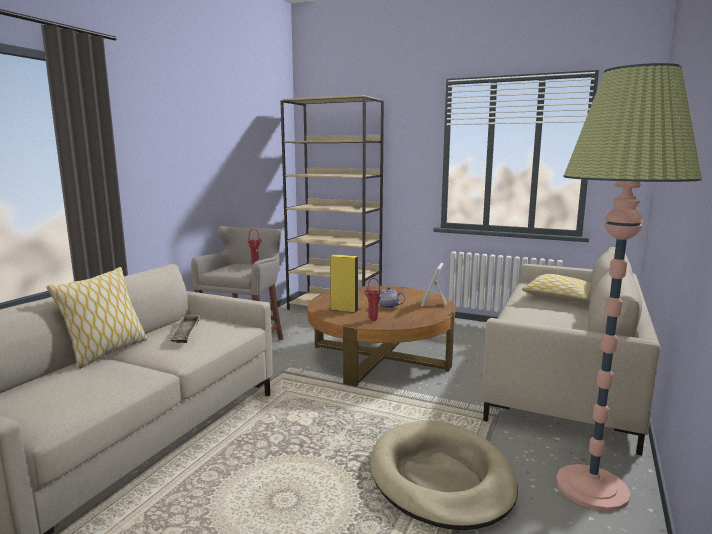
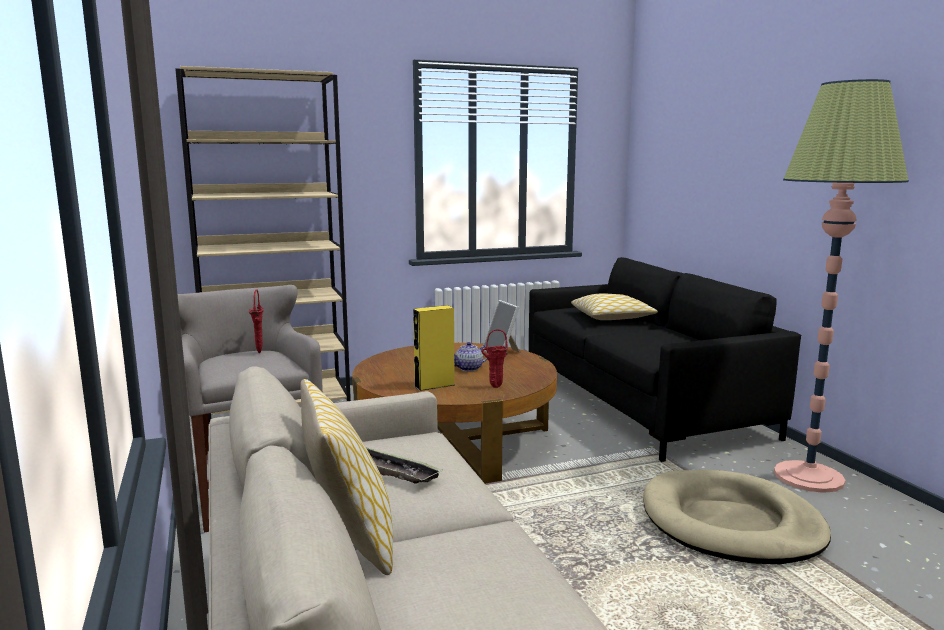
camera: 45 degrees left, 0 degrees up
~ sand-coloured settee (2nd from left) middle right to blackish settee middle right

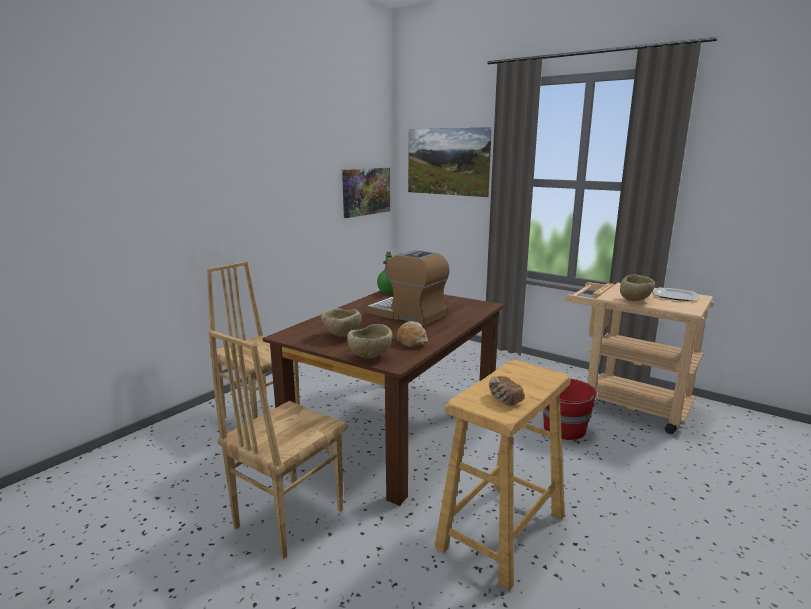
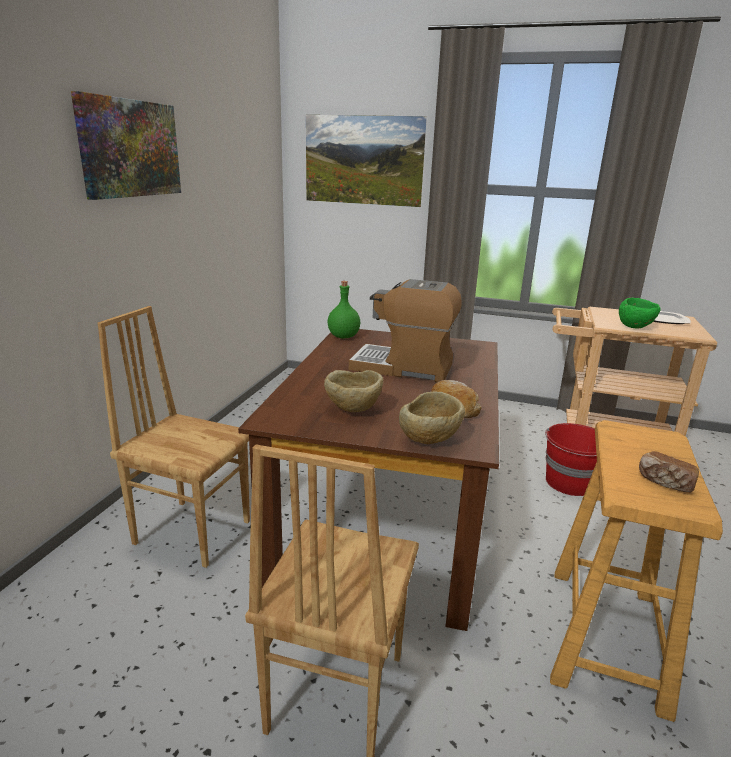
camera: 20 degrees left, 5 degrees up
~ wall art (1st from left) top centre to top left
~ sand-coloured bowl (3rd from left) middle right to green bowl middle right

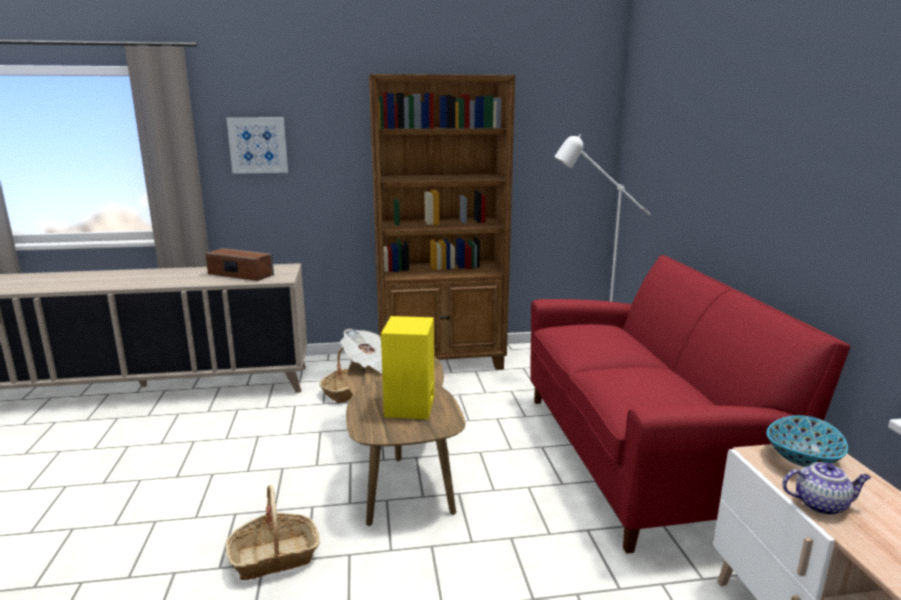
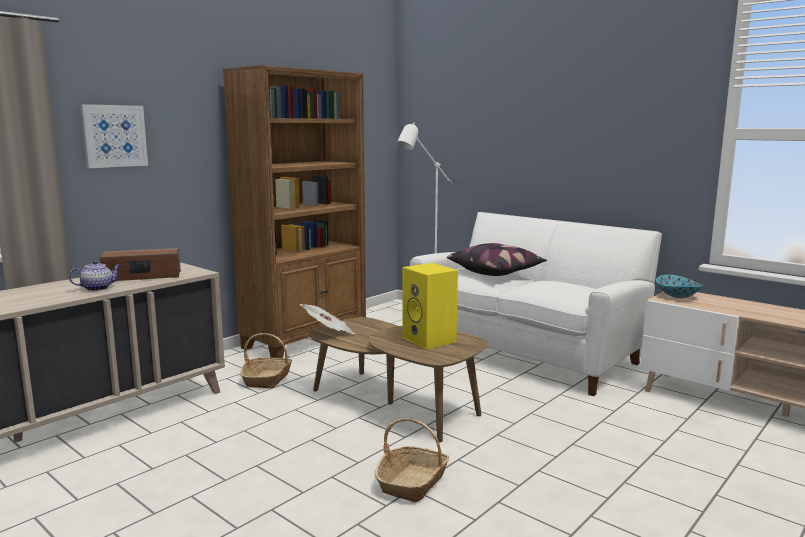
camera: 40 degrees left, 5 degrees down
~ red-coloured settee bottom right to whitish settee centre
~ teapot bottom right to middle left
+ throw pillow centre

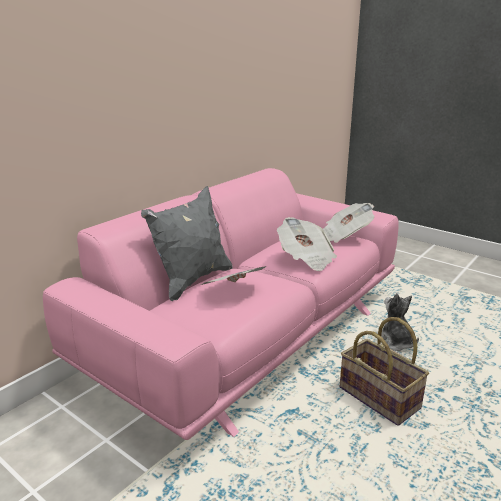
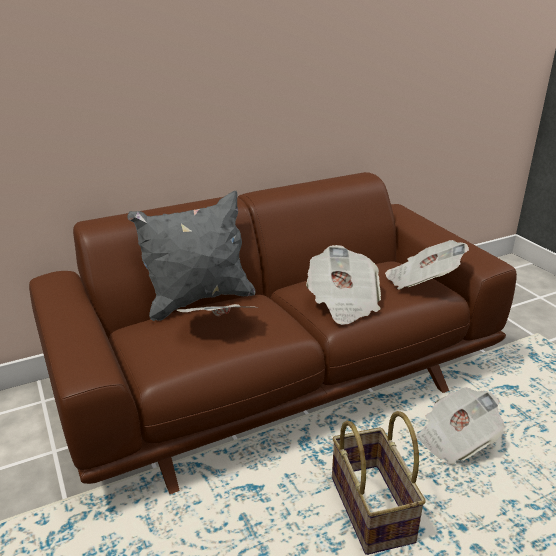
camera: 25 degrees right, 5 degrees up
~ pink settee centre to brown-coloured settee centre
~ plush toy middle right to daily paper (4th from left) bottom right

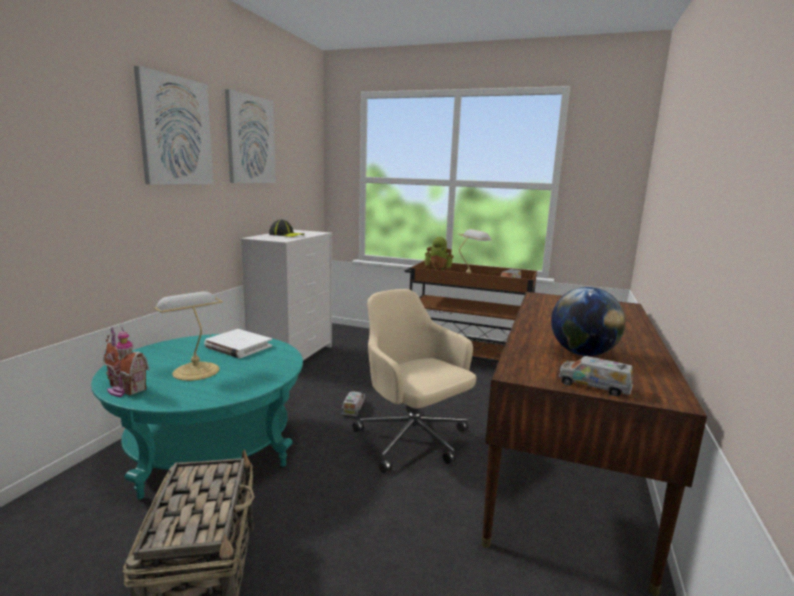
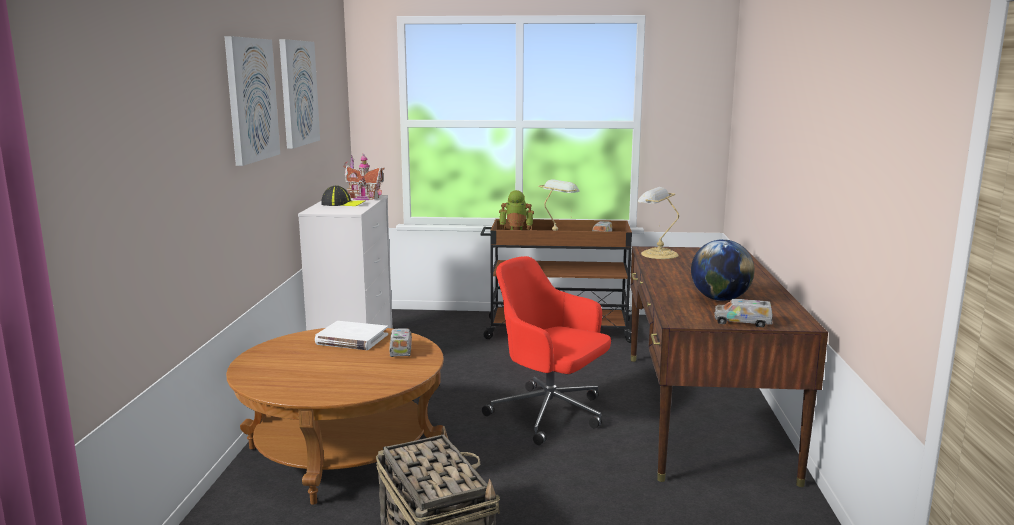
camera: 15 degrees left, 0 degrees up
~ sand-coloured office chair centre to red-coloured office chair bottom centre
~ lamp for a table (1st from left in the first image) middle left to lamp for a table (2nd from left) centre
~ miniature house middle left to centre
~ blue-green lounge table bottom left to brown-coloured lounge table bottom left
~ model truck (1st from left) bottom centre to centre

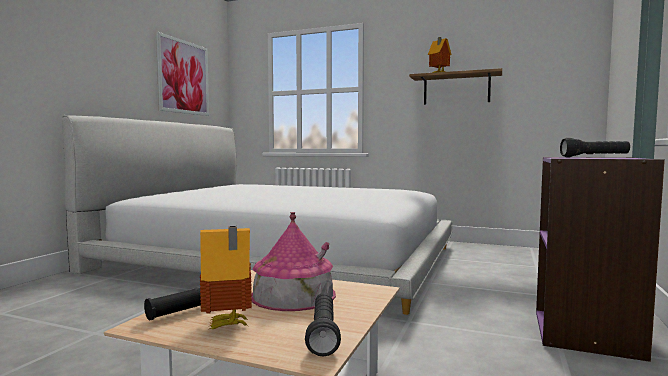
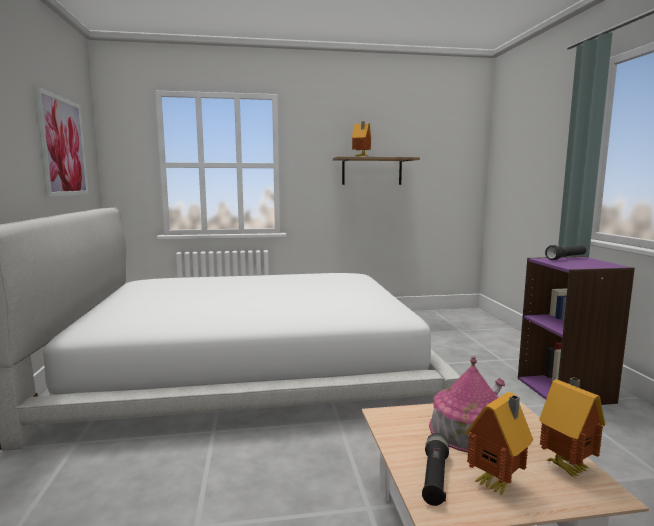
camera: 30 degrees left, 5 degrees up
~ blackish hand torch (2nd from left) bottom centre to miniature house (4th from left) bottom right

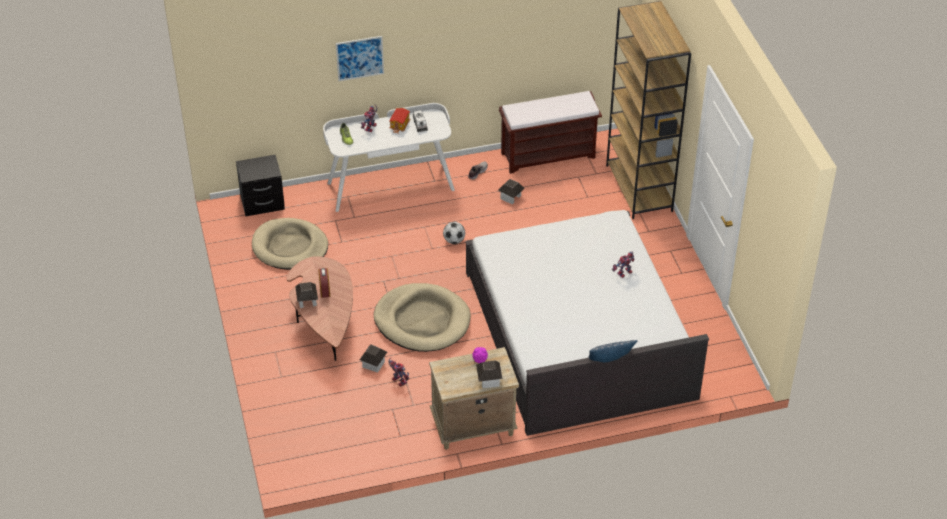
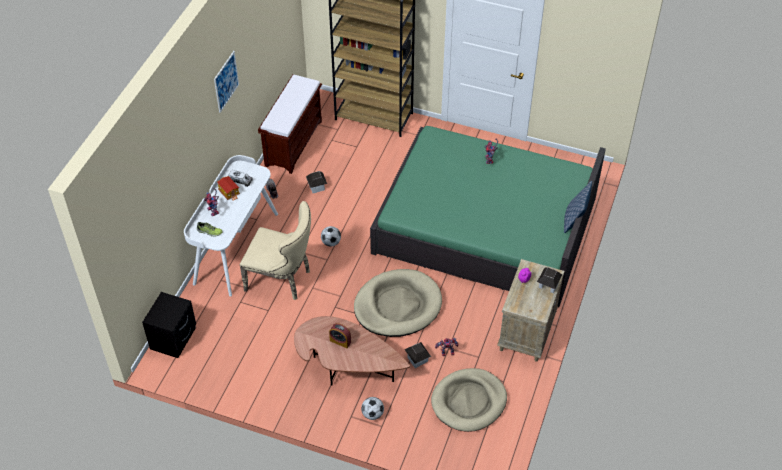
camera: 55 degrees left, 5 degrees up
~ wall art top centre to top left
~ whitish sleeping bed centre to green sleeping bed centre
~ sand-coloured pet bed (1st from left in the first image) middle left to sand-coloured pet bed (2nd from left) bottom centre
- miniature house (1st from left) middle left
+ sand-coloured plain chair centre
+ football ball (2nd from left) bottom centre

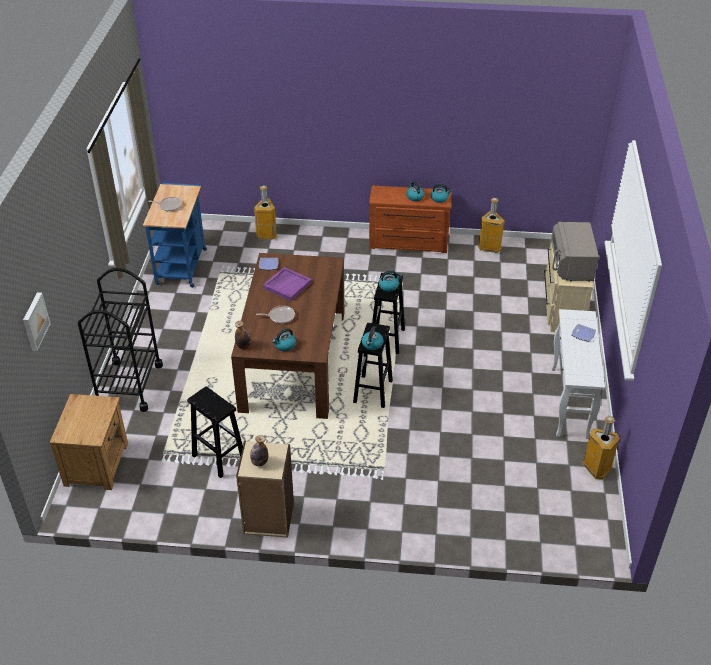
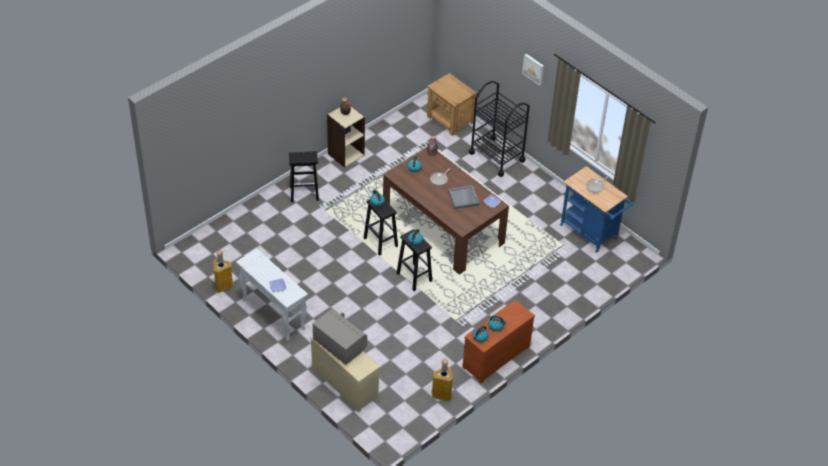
camera: 130 degrees right, 5 degrees up
- waste bin (1st from left) top centre
~ purplish carrying tray centre to grey carrying tray centre
~ wall art middle left to top centre
~ blackish stool (1st from left) middle left to centre

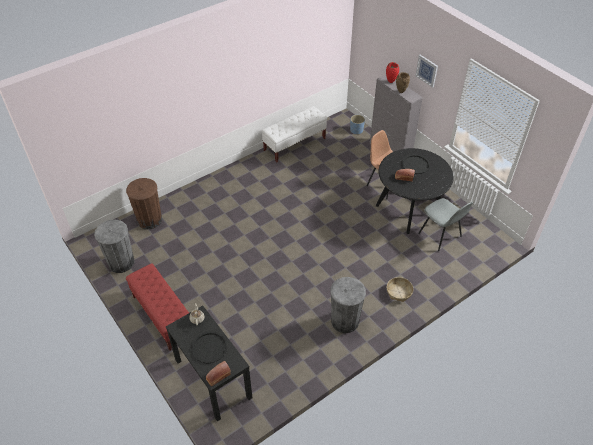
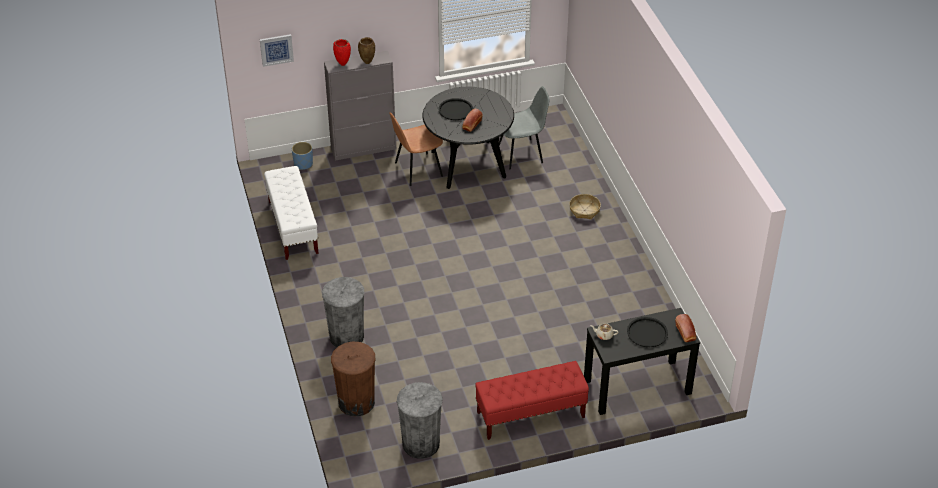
camera: 70 degrees left, 5 degrees down
~ wall art top right to top left
~ grey waste bin (2nd from left in the first image) bottom centre to grey waste bin (1st from left) centre

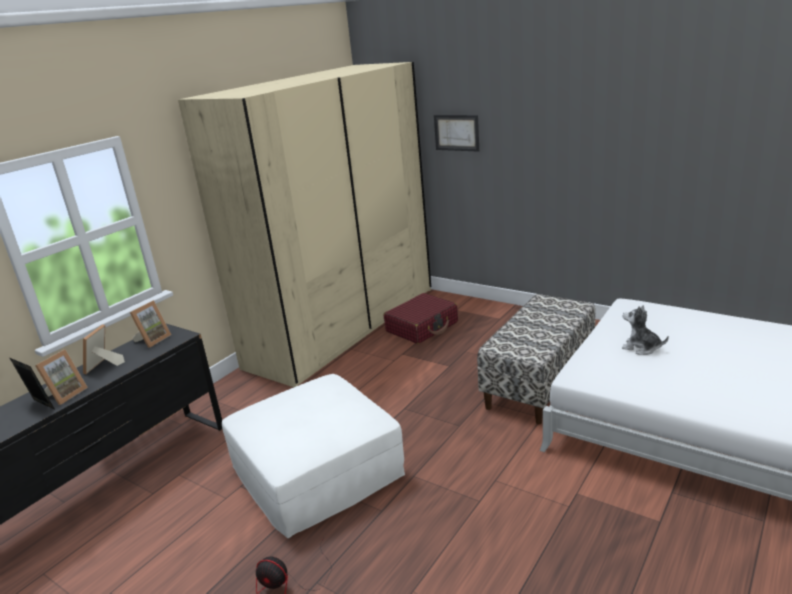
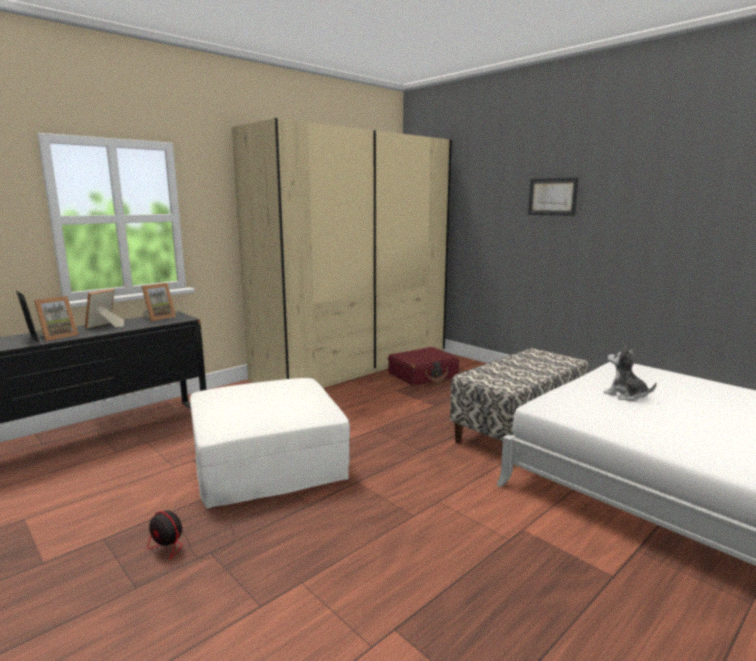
camera: 10 degrees right, 10 degrees down
~ wall art top centre to top right

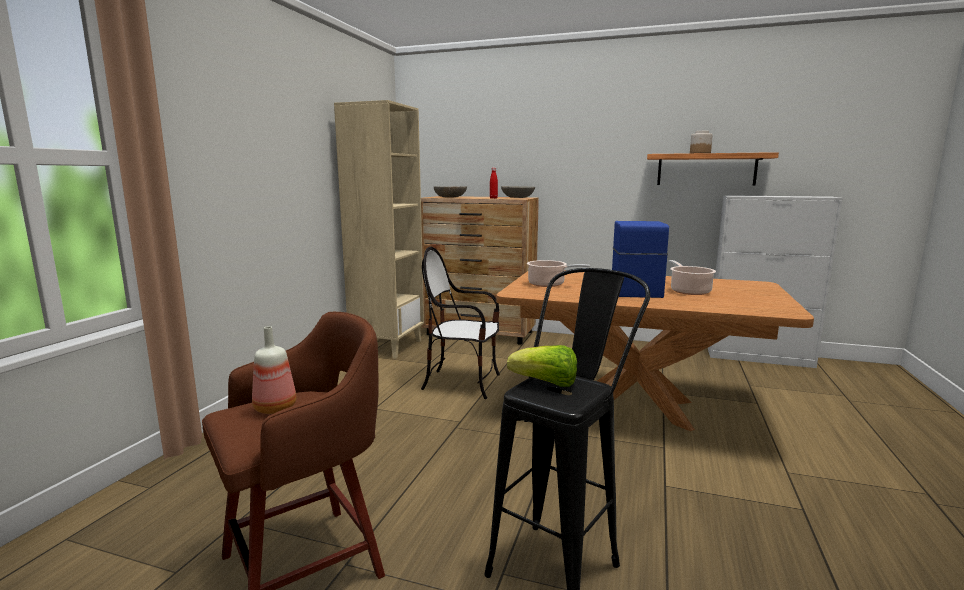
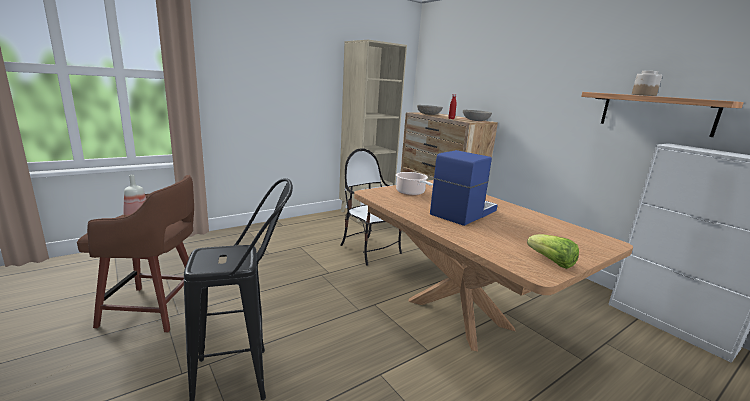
camera: 35 degrees right, 5 degrees up
- stockpot (2nd from left) middle right
~ lettuce centre to middle right

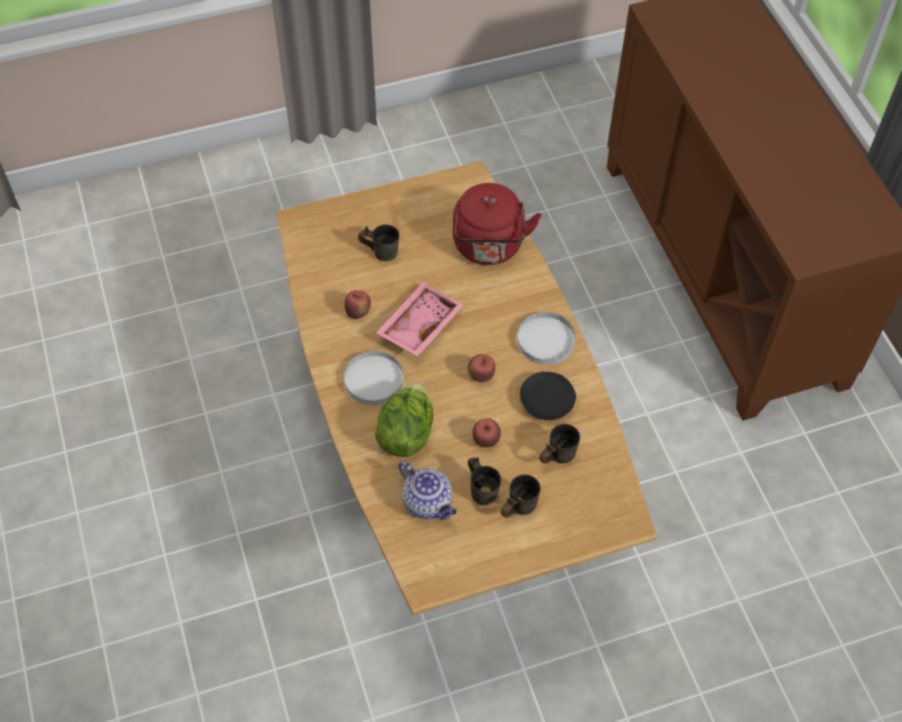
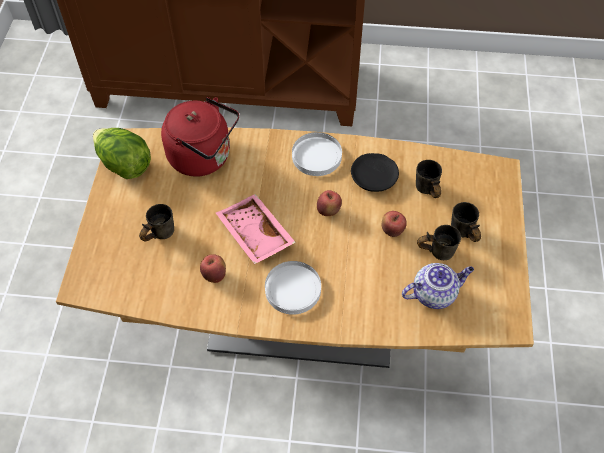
camera: 65 degrees left, 0 degrees up
~ lettuce centre to middle left

